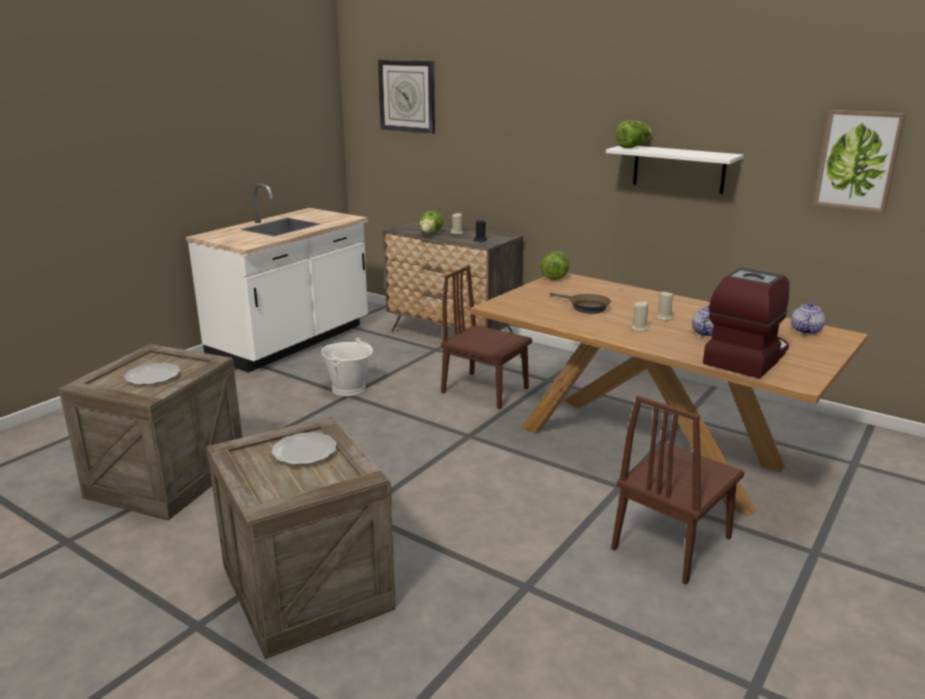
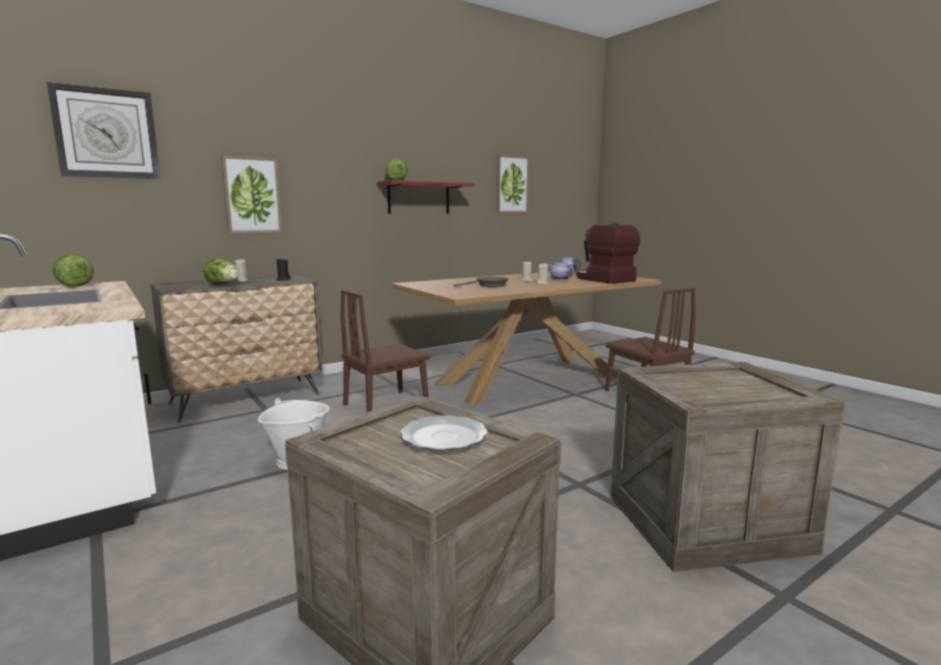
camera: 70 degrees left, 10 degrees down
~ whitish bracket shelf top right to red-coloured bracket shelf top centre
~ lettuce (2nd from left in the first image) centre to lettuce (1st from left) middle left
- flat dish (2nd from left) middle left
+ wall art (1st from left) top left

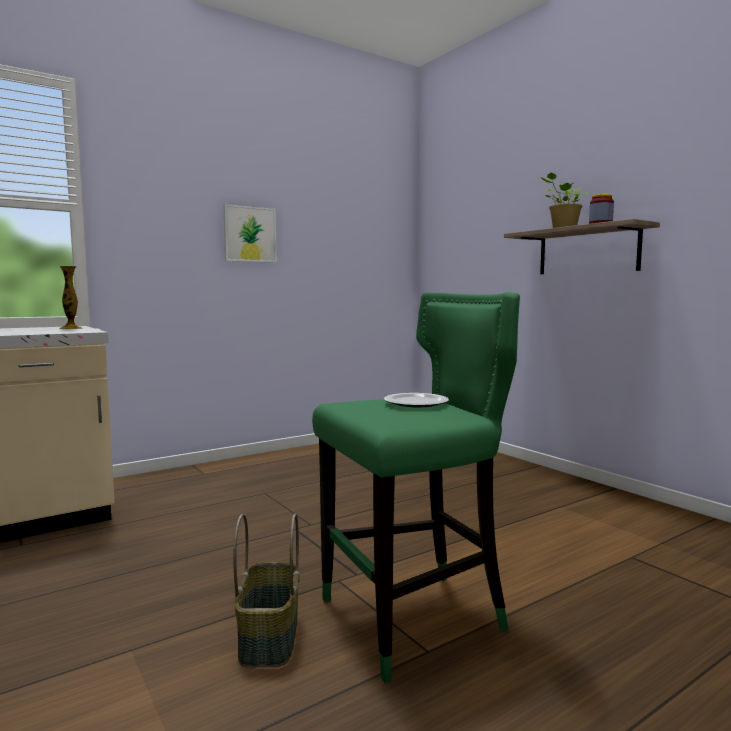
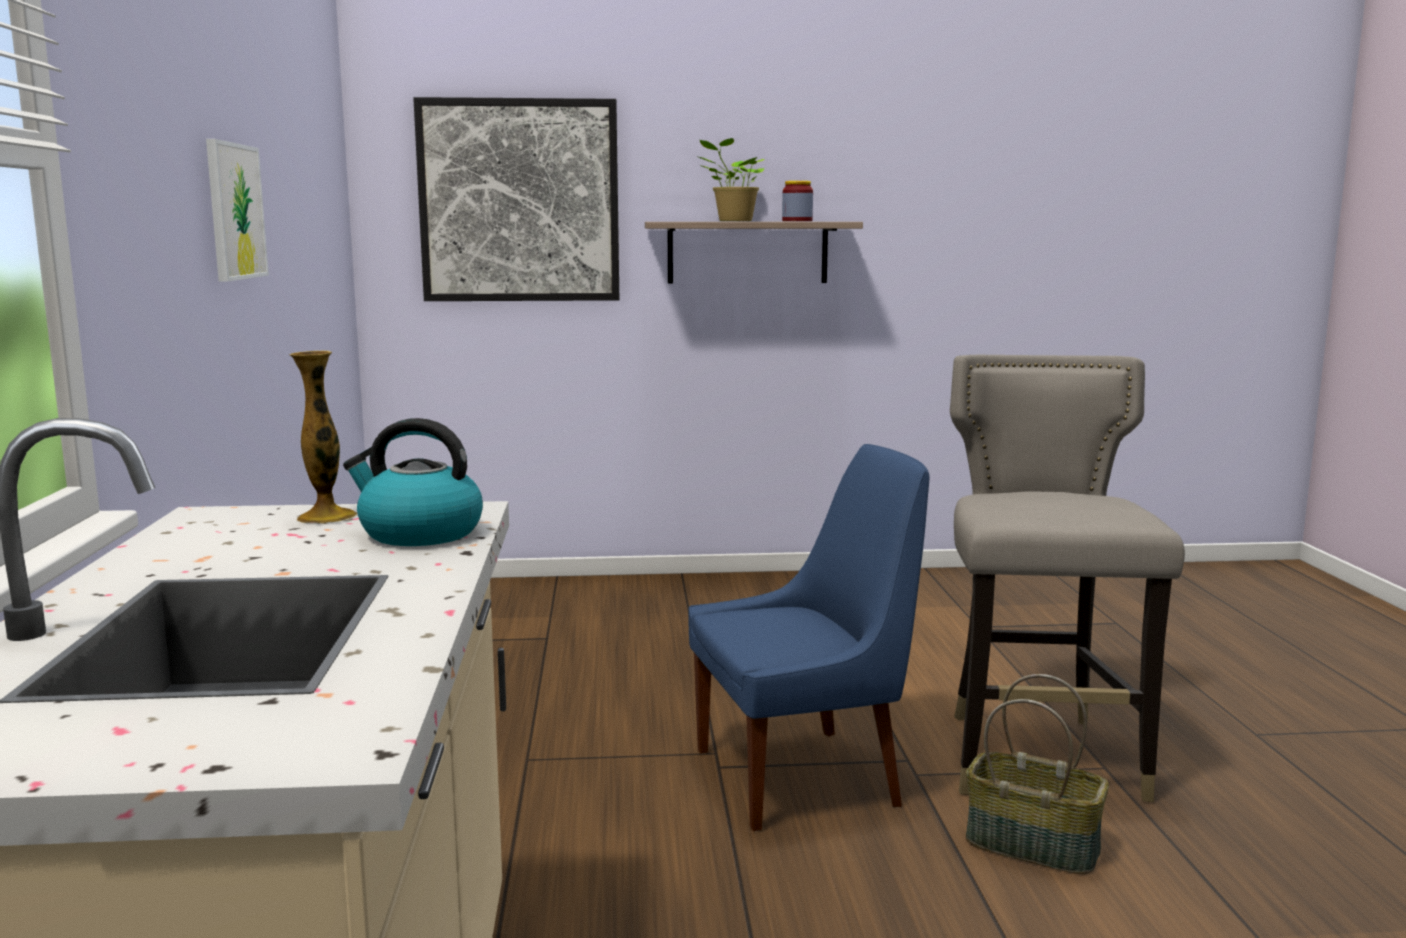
camera: 60 degrees left, 5 degrees up
~ green stool centre to grey stool middle right
- flat dish centre
+ wall art (2nd from left) top centre
+ water kettle middle left
+ blue-coloured plain chair bottom centre

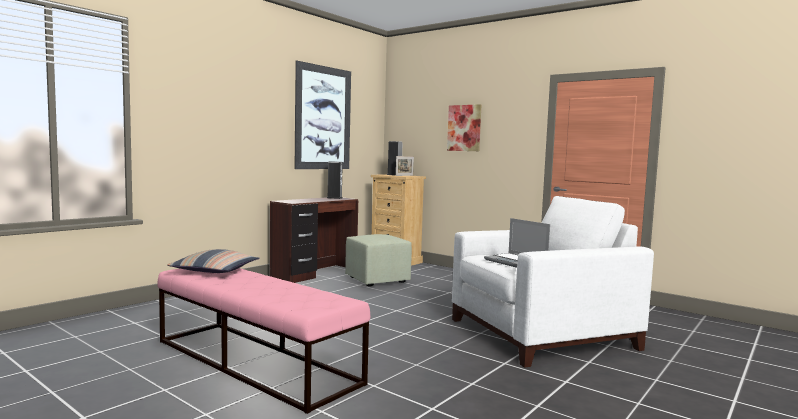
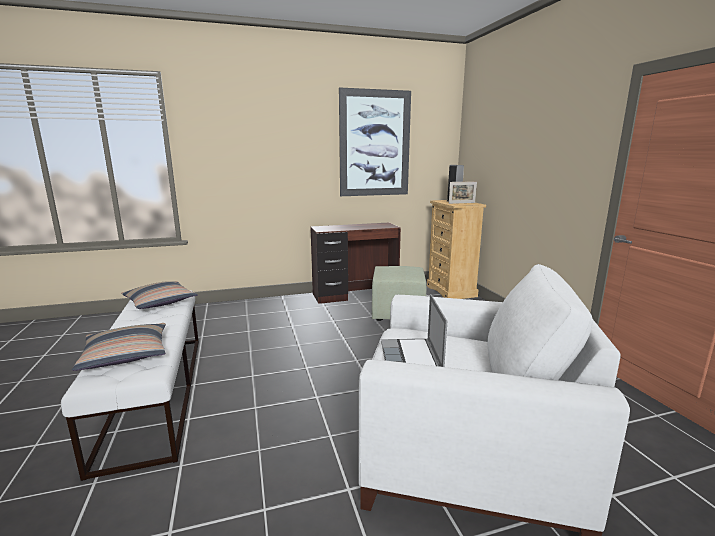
camera: 35 degrees right, 10 degrees up
- wall art (2nd from left) top centre
- audio speaker (1st from left) centre
~ pink indoor bench bottom left to whitish indoor bench bottom left
+ throw pillow (1st from left) middle left

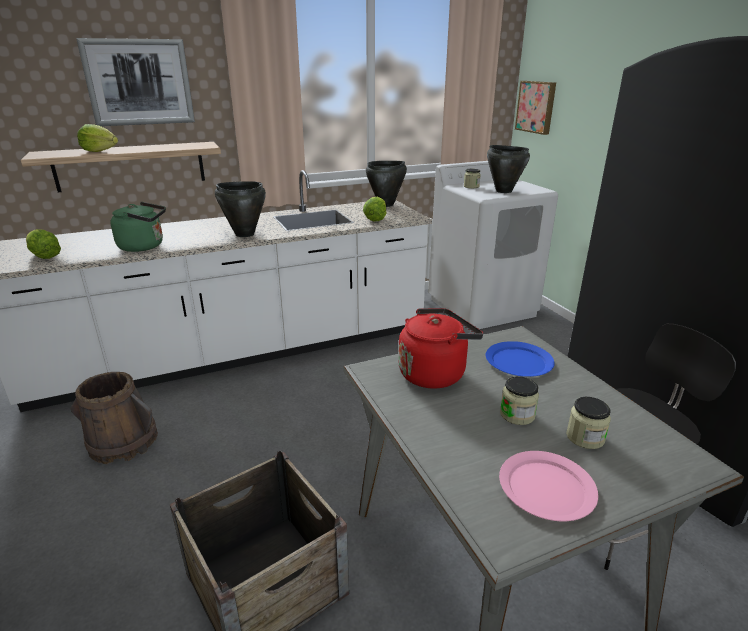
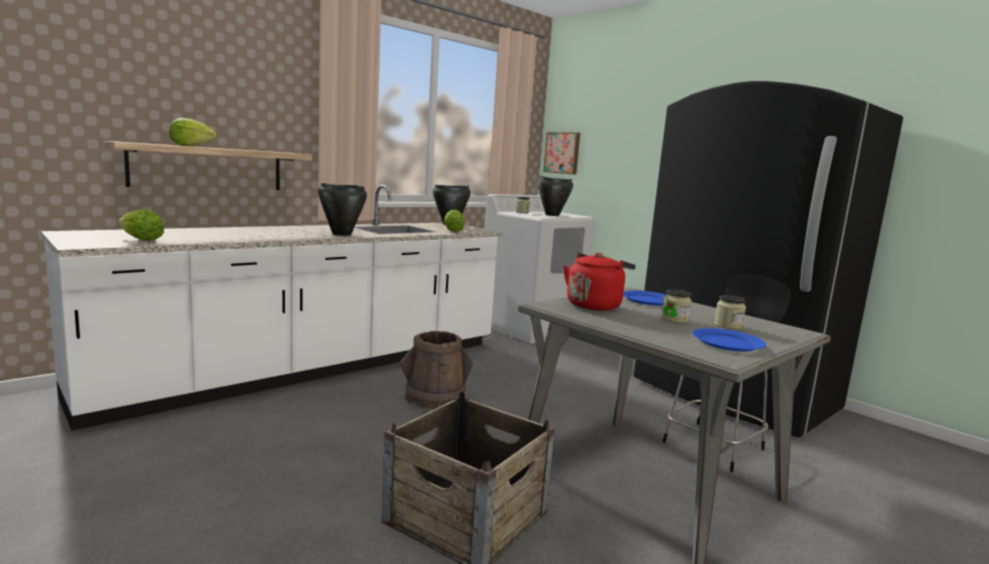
camera: 20 degrees left, 15 degrees down
- wall art (1st from left) top left
- green water kettle middle left
~ brown-coloured pail middle left to centre
~ pink flat dish bottom right to blue-coloured flat dish (2nd from left) middle right

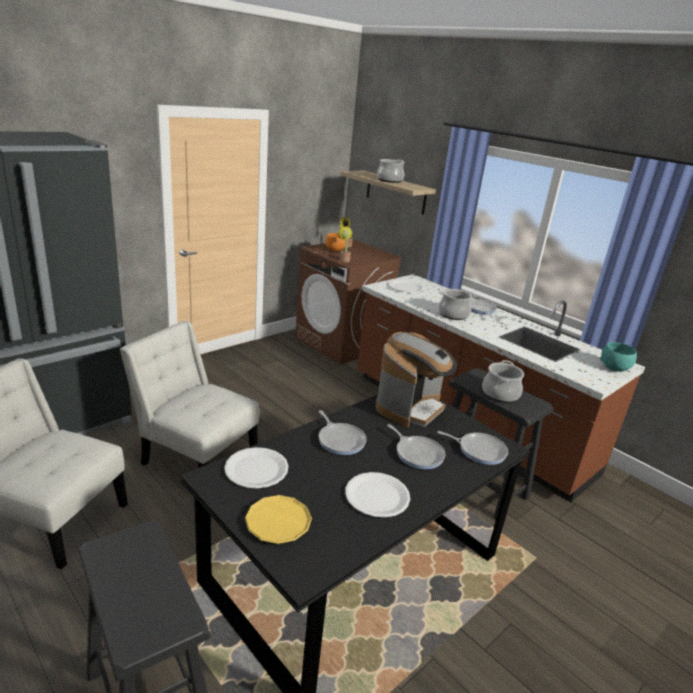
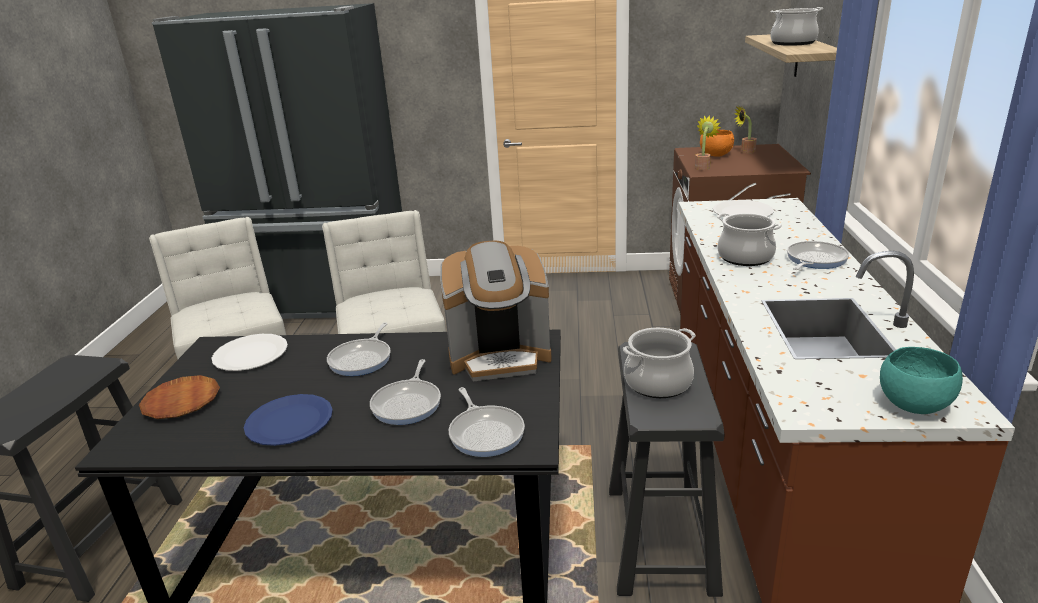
camera: 50 degrees right, 0 degrees up
~ whitish flat dish (2nd from left) bottom centre to blue-coloured flat dish bottom left
~ yellow-coloured flat dish bottom centre to brown-coloured flat dish middle left

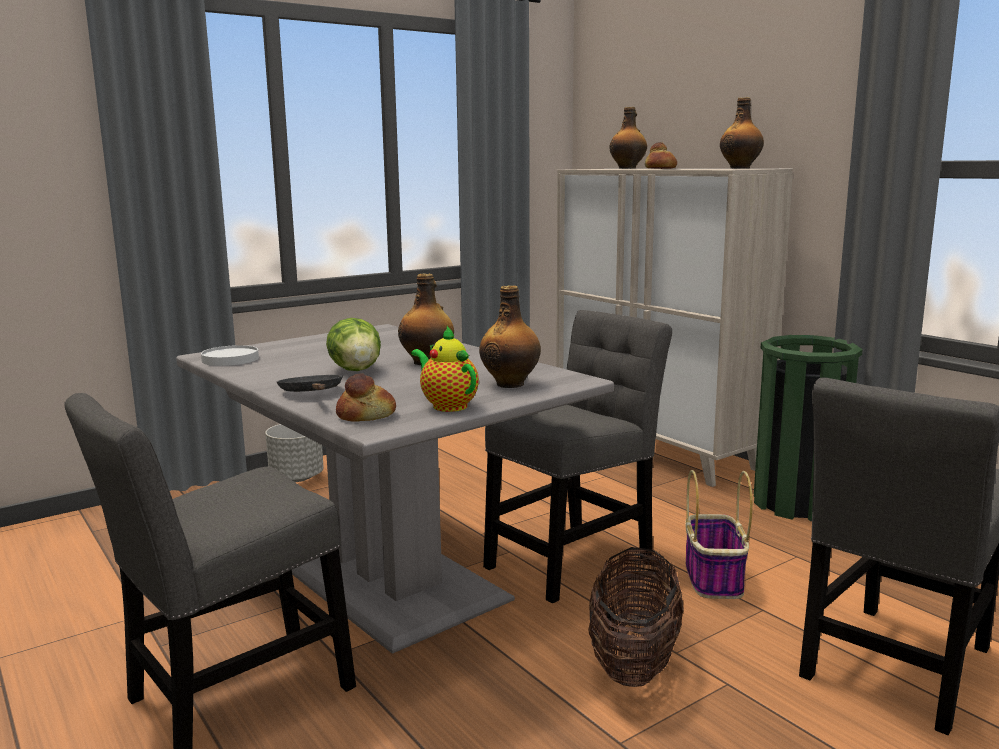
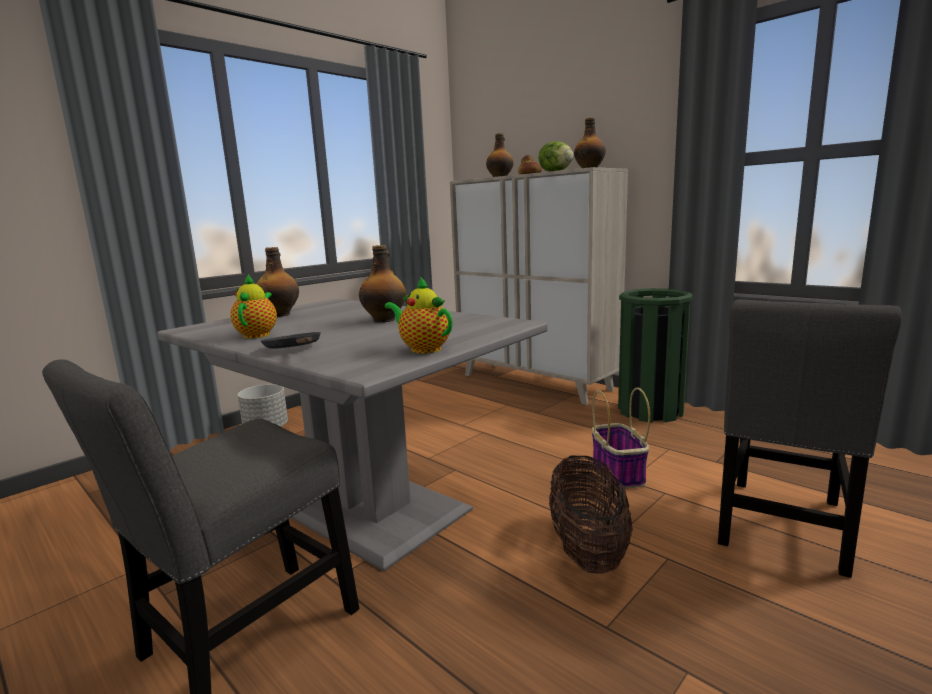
camera: 10 degrees left, 0 degrees up
~ drink bottle (2nd from left in the first image) centre to drink bottle (1st from left) middle left
- grey plain chair (2nd from left) centre
~ lettuce centre to top centre
- whitish flat dish middle left
- bread (1st from left) centre
+ teapot (1st from left) middle left

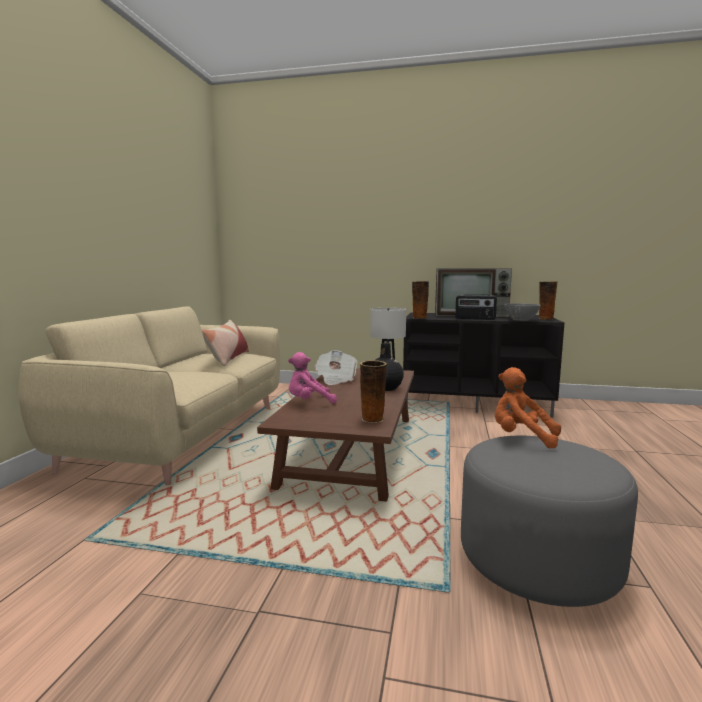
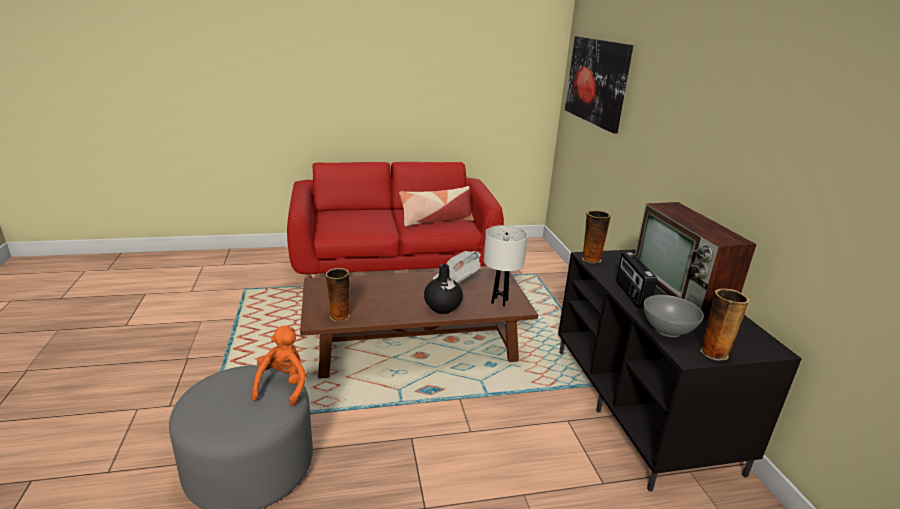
camera: 65 degrees right, 15 degrees up
~ sand-coloured settee middle left to red-coloured settee centre
- pink plush toy centre
+ wall art top centre

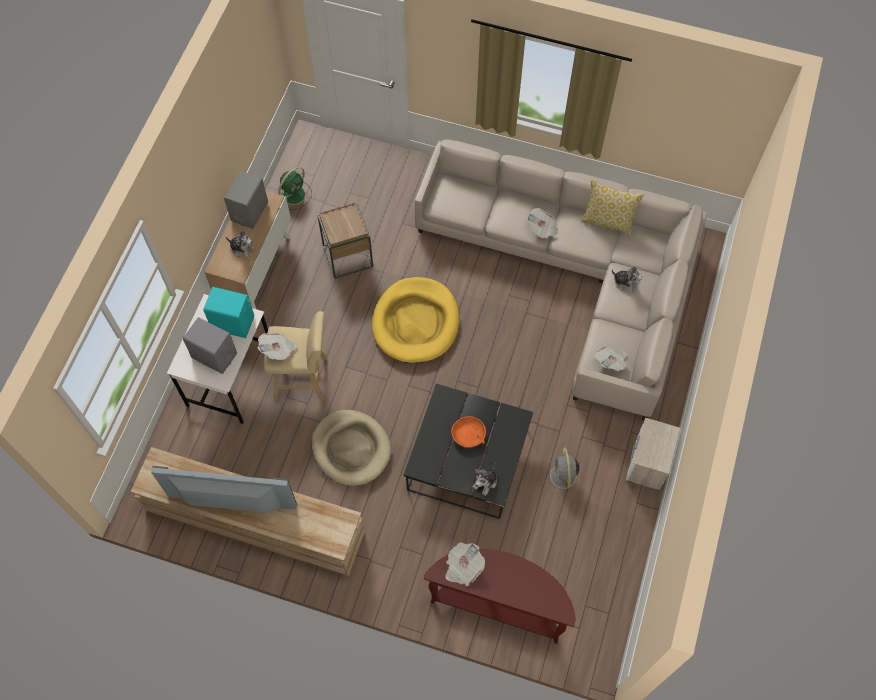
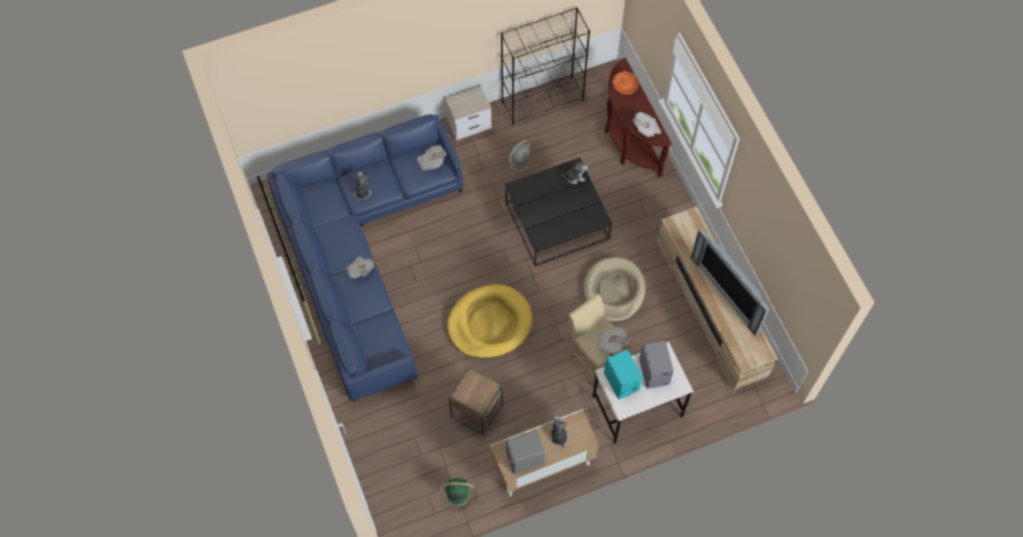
camera: 130 degrees left, 0 degrees up
~ sand-coloured settee centre to blue-coloured settee centre
- throw pillow top right
~ orange-coloured bowl centre to top centre
+ blackish bookcase top centre

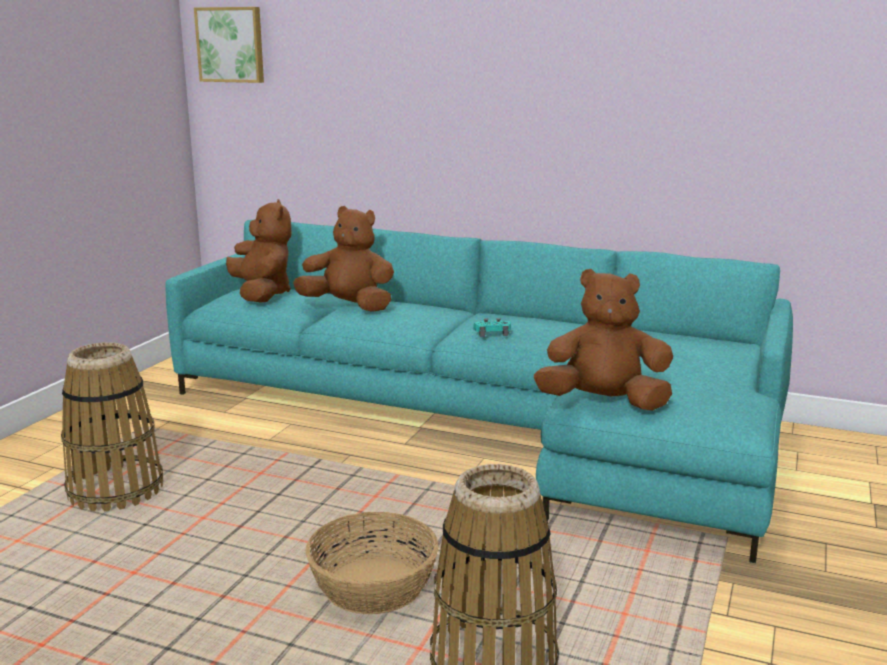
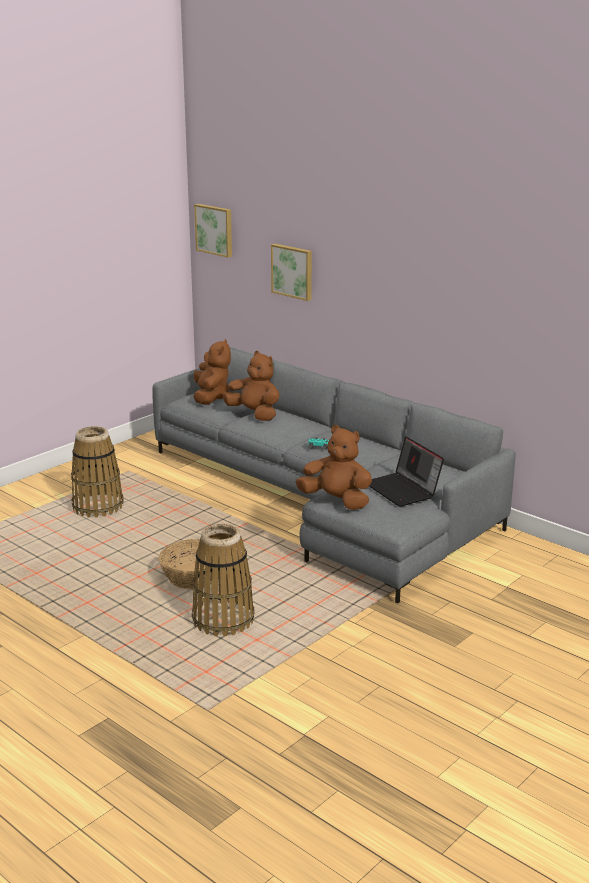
camera: 20 degrees right, 5 degrees up
~ blue-green settee centre to grey settee centre
+ wall art (2nd from left) top centre
+ notebook computer middle right

